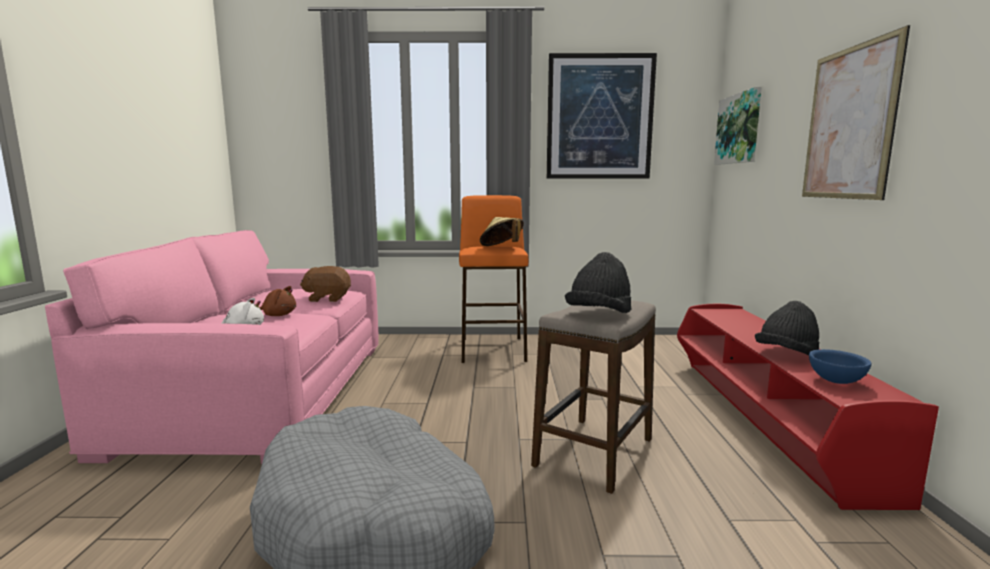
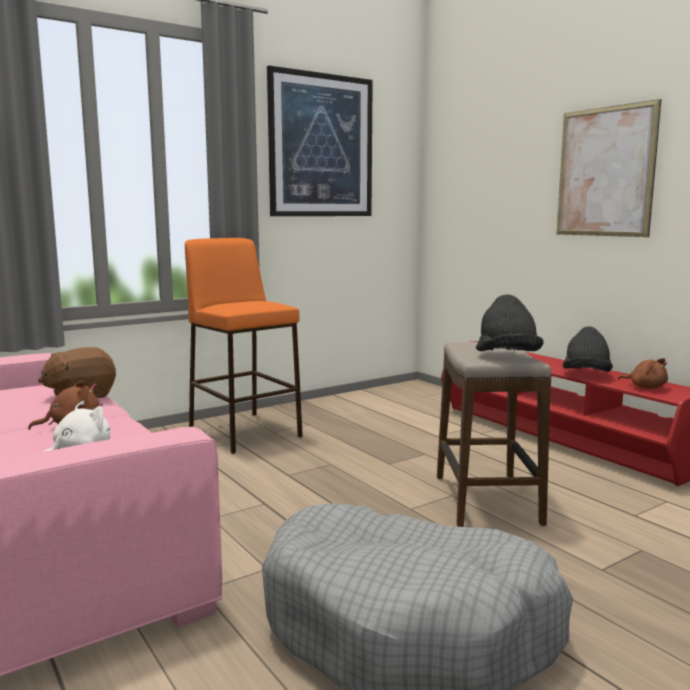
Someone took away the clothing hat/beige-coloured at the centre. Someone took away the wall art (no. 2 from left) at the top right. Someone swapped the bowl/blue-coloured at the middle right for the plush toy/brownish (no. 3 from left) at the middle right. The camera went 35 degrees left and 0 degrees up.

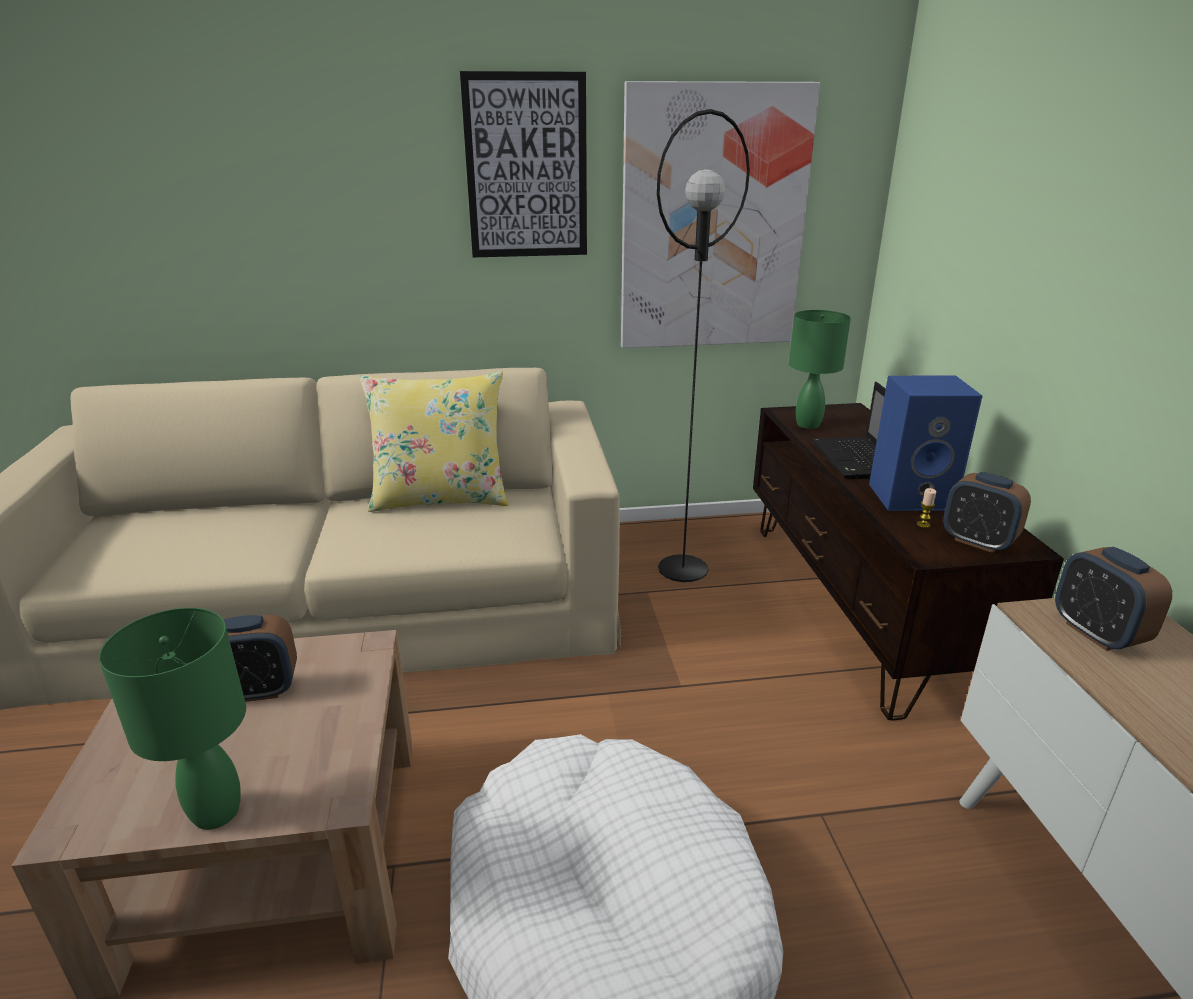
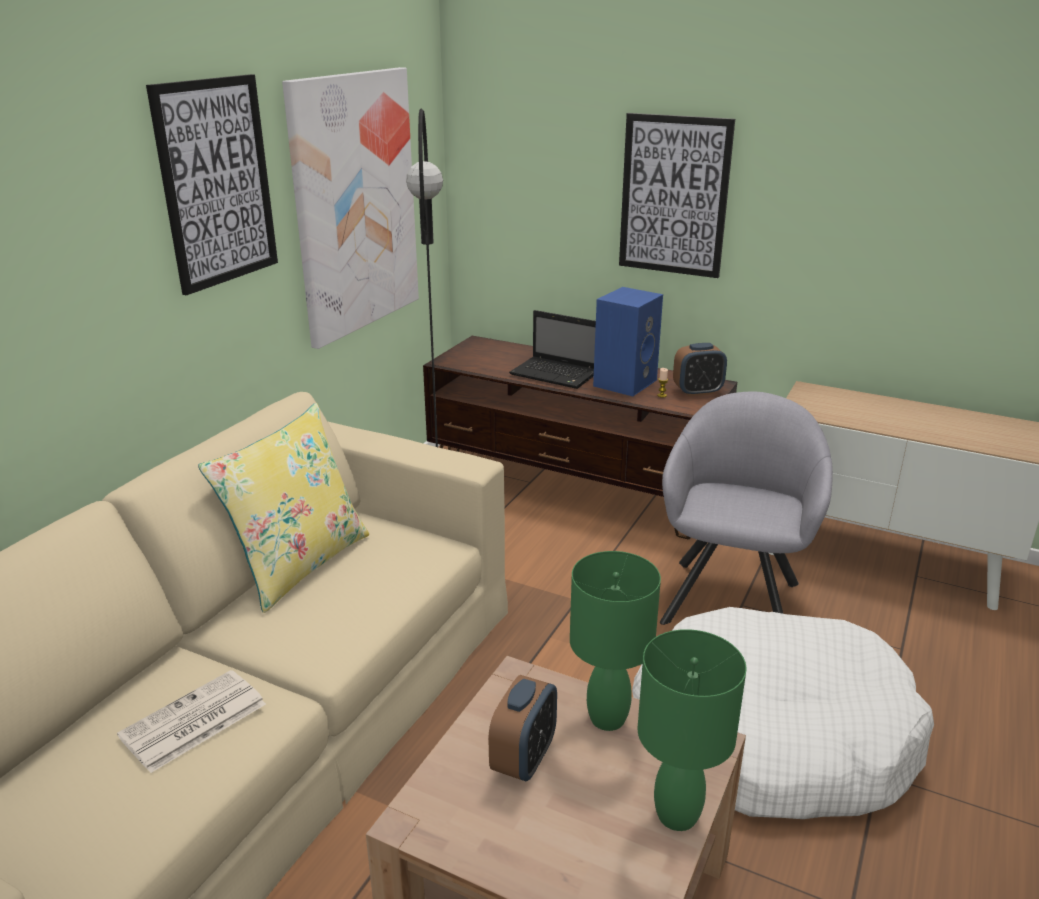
Someone carried the table lamp/green-coloured (no. 2 from left in the first image) from the middle right to the bottom centre. Someone took away the table clock (no. 3 from left) at the middle right. Someone put down the newspaper at the bottom left. Someone put up the wall art (no. 3 from left) at the top centre. Someone put down the armchair/greyish at the middle right. The camera went 55 degrees left and 0 degrees up.

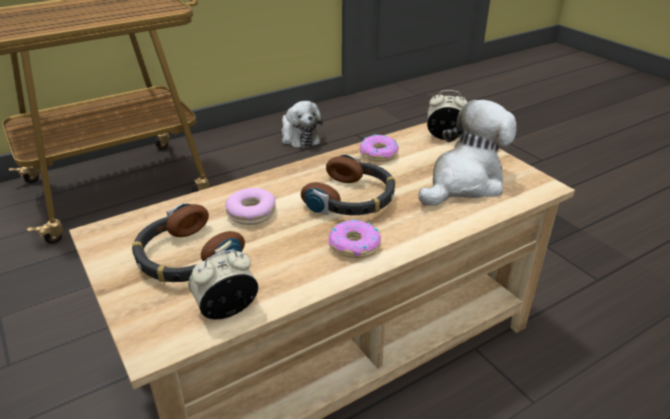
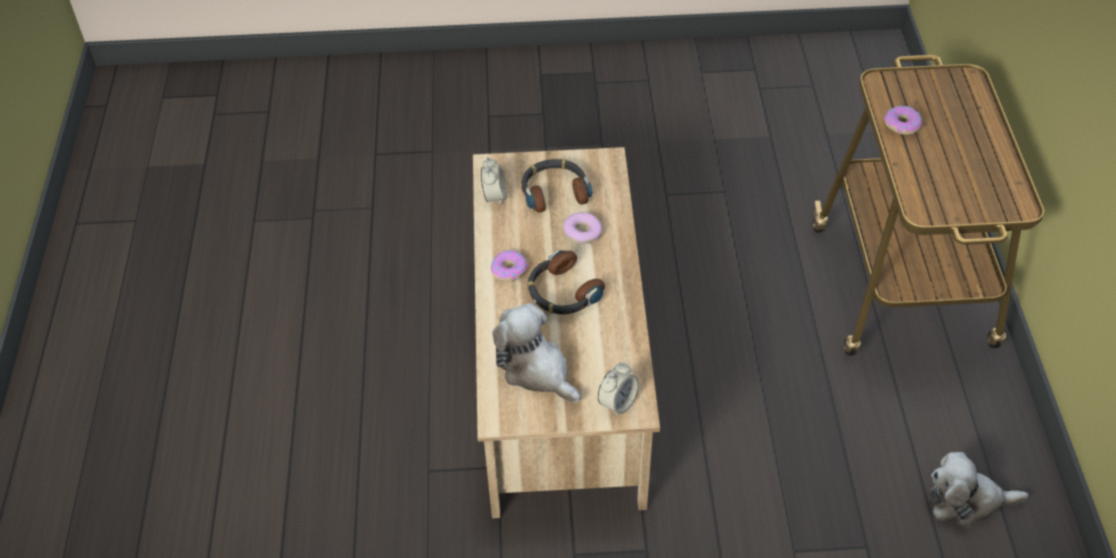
Someone carried the donut (no. 3 from left) from the centre to the top right. Someone rotated the plush toy (no. 2 from left in the first image) at the middle right by 150 degrees clockwise. The camera went 120 degrees right and 15 degrees up.

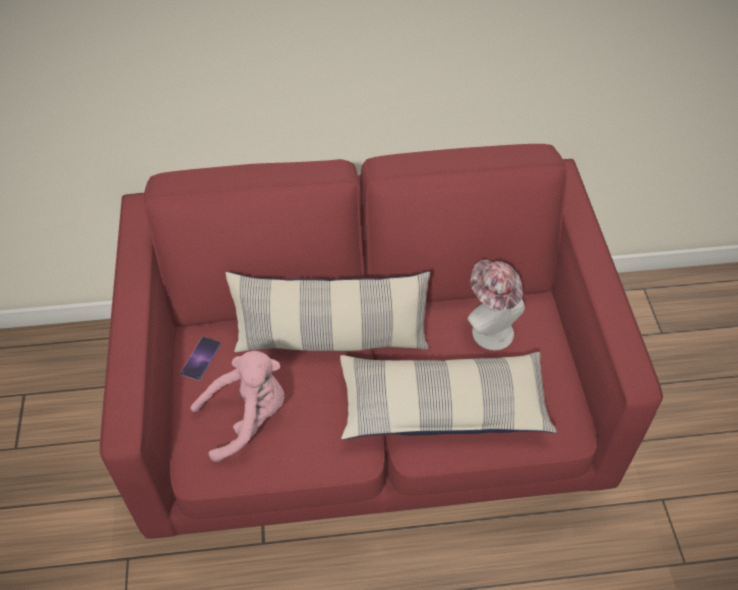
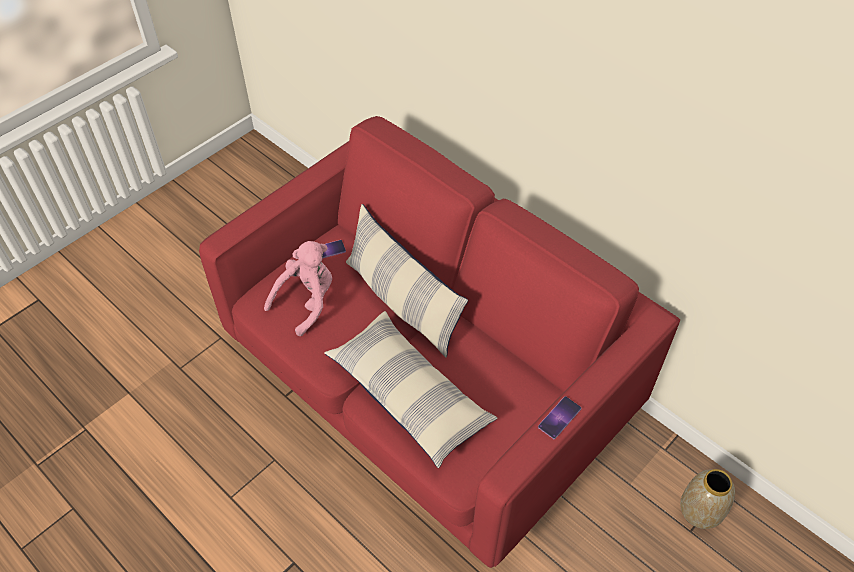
Someone rotated the plush toy/pink at the bottom left by 75 degrees counterclockwise. Someone took away the clothing hat at the middle right. Someone put down the handset (no. 2 from left) at the bottom centre. Someone put down the flower vase at the bottom right. The camera went 50 degrees right and 0 degrees up.

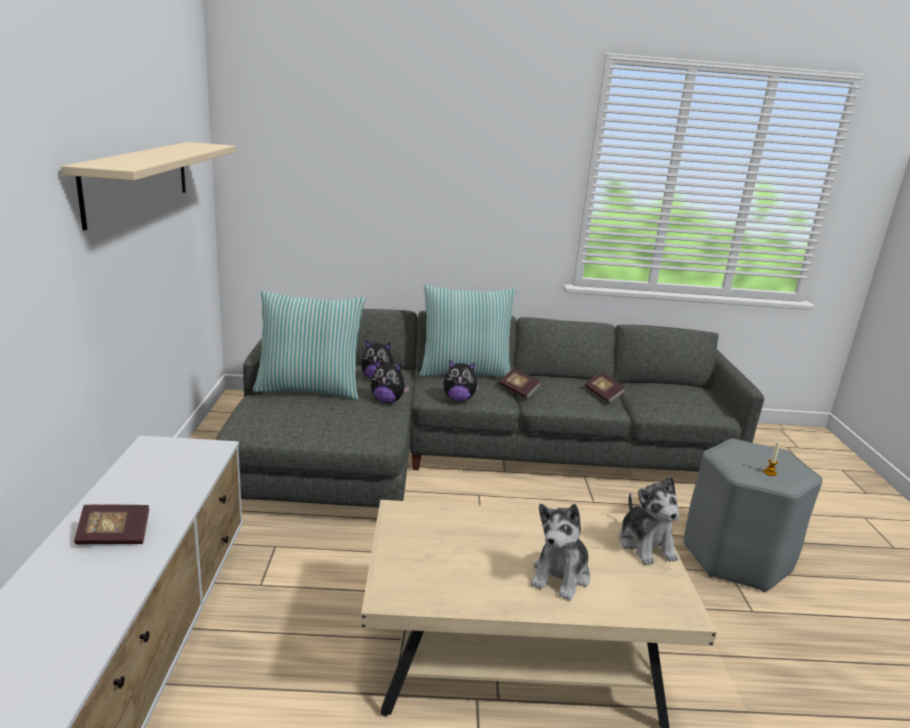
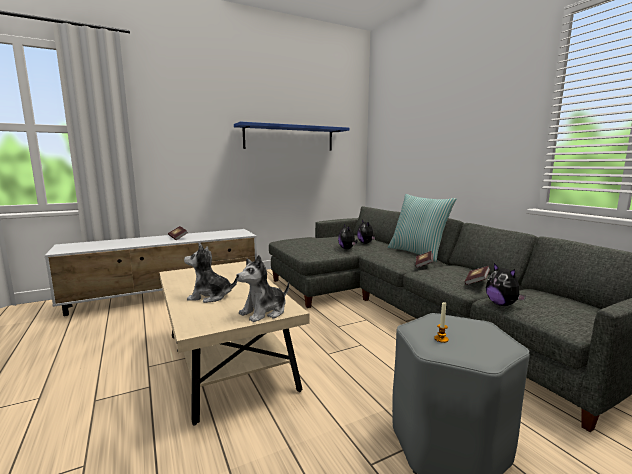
Someone repainted the shelf/beige-coloured at the top left, which became the shelf/blue-coloured at the top centre. Someone took away the cushion (no. 1 from left) at the centre. Someone carried the plush toy (no. 3 from left in the first image) from the centre to the middle right. The camera went 65 degrees right and 10 degrees down.

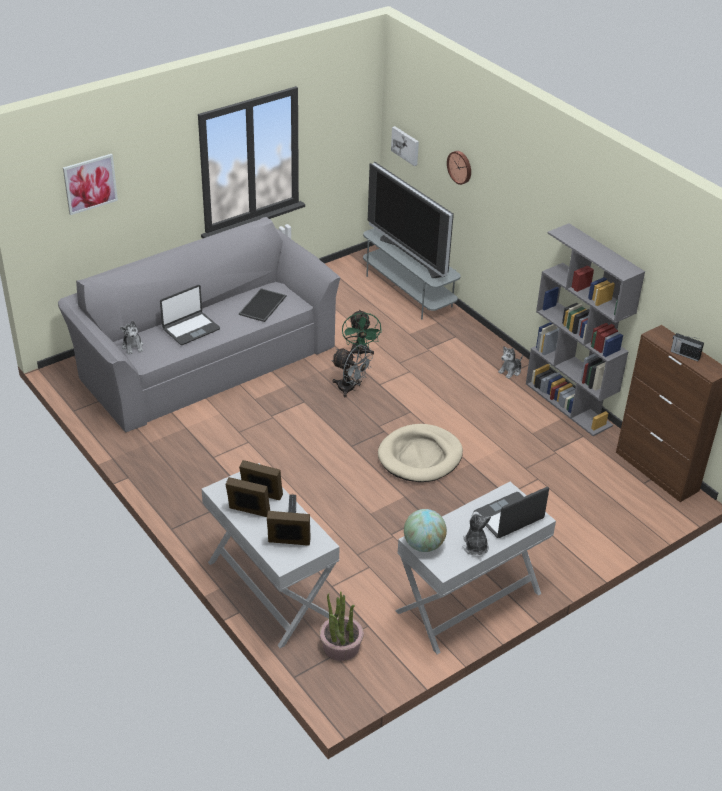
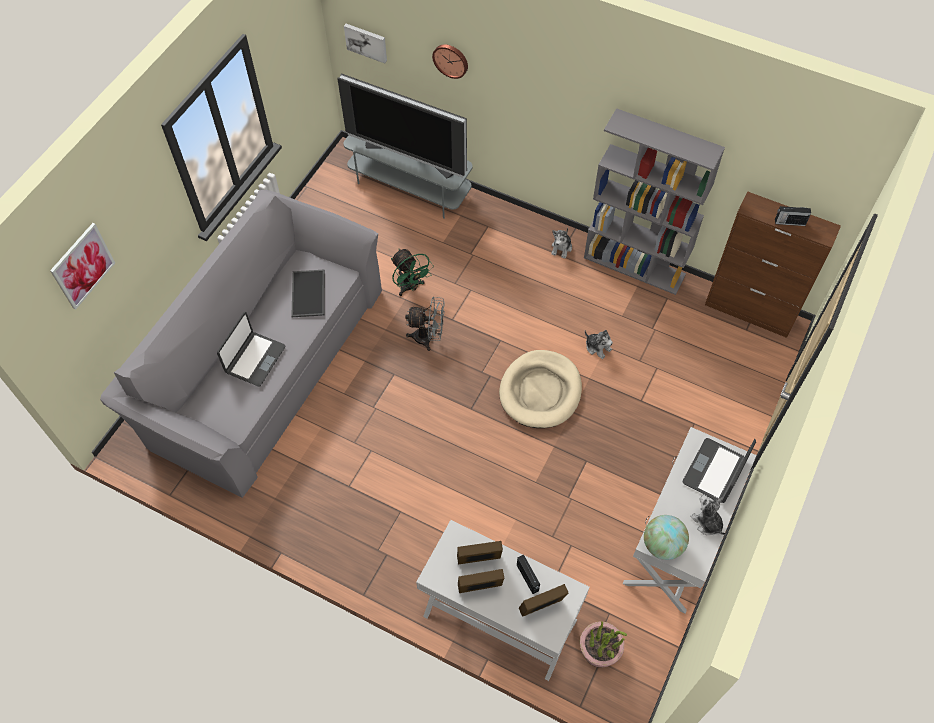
Someone carried the plush toy (no. 1 from left in the first image) from the middle left to the centre. The camera went 25 degrees left and 20 degrees up.

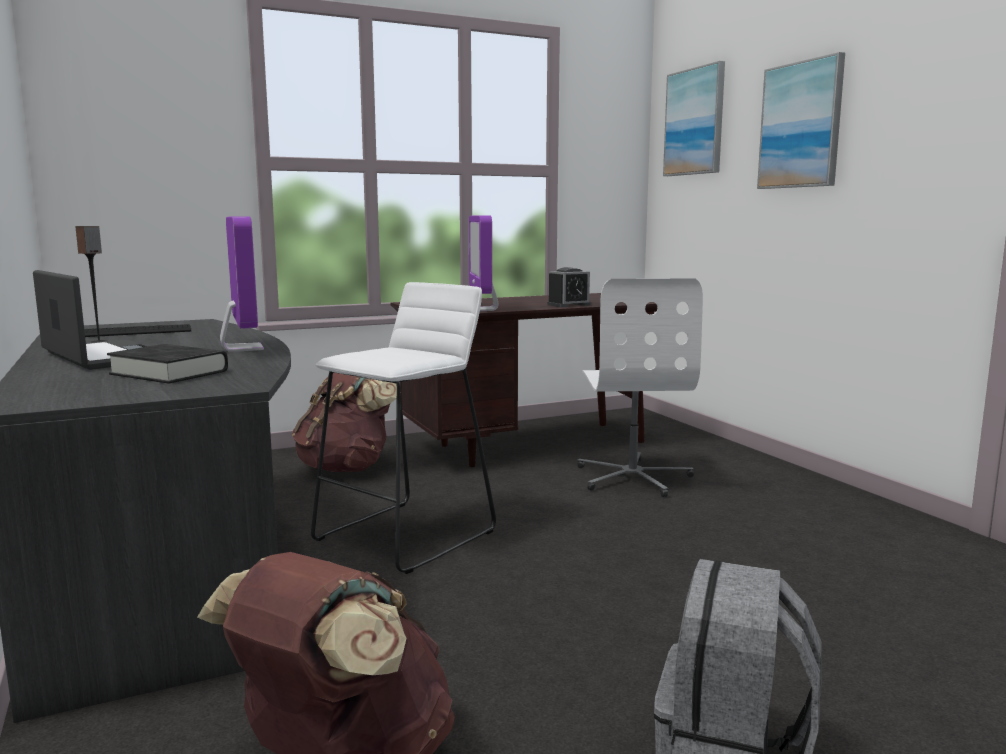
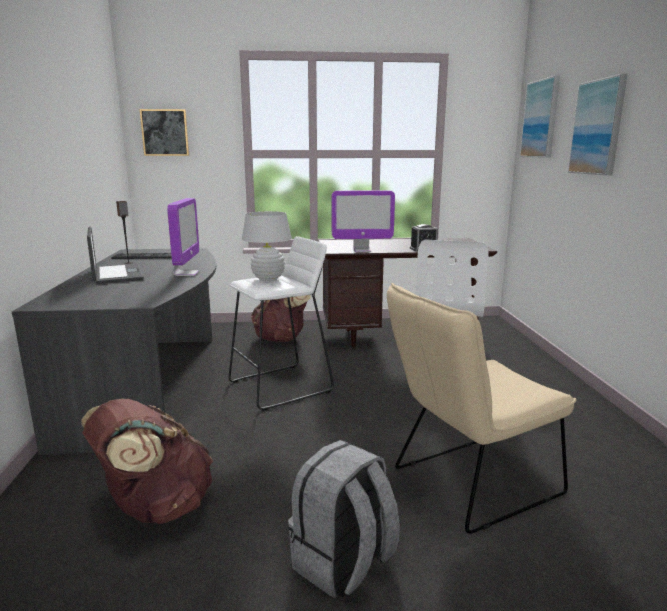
Someone took away the book/black at the middle left. Someone rotated the computer display (no. 2 from left) at the centre by 105 degrees counterclockwise. Someone put up the wall art (no. 1 from left) at the top left. Someone put down the table lamp/white at the centre. Someone put down the upright chair/beige-coloured at the bottom right. The camera went 20 degrees right and 5 degrees up.

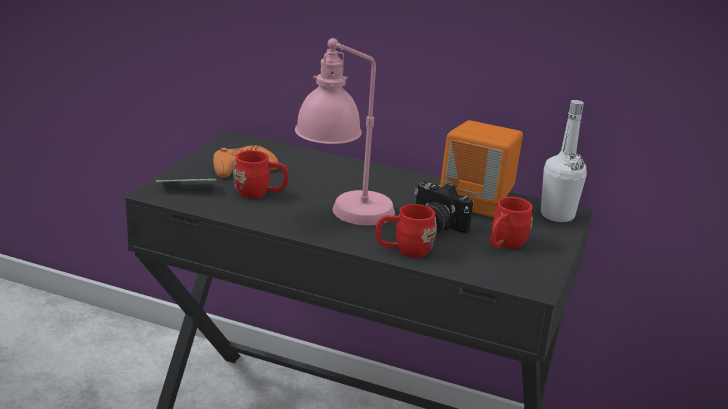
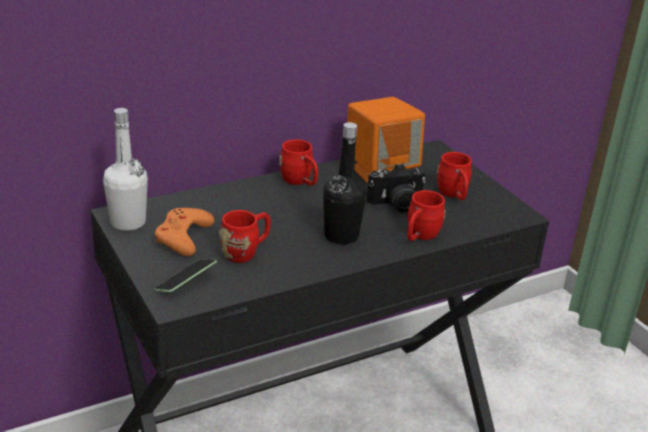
Someone swapped the table lamp/pink at the top centre for the beverage bottle/black at the centre. Someone carried the beverage bottle/white from the middle right to the middle left. Someone put down the tea mug/red (no. 2 from left) at the centre. The camera went 50 degrees left and 5 degrees up.

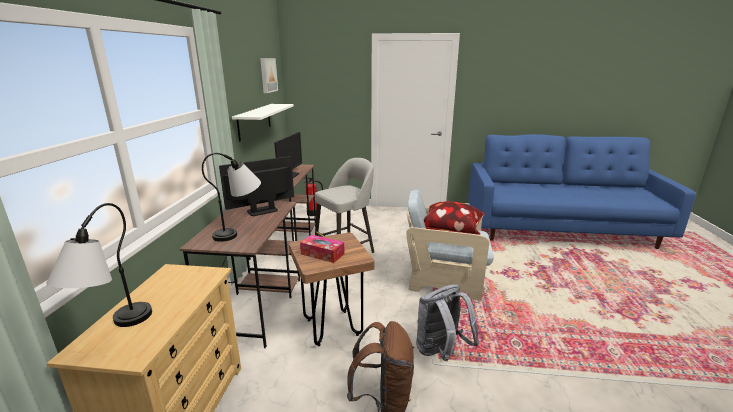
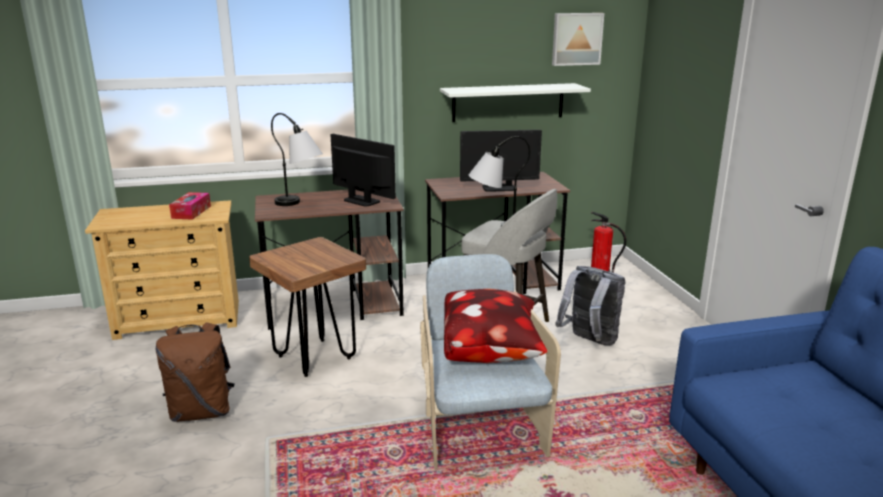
Someone carried the table lamp (no. 1 from left in the first image) from the middle left to the centre. Someone carried the tissue box from the centre to the middle left. Someone carried the backpack/greyish from the bottom centre to the middle right. The camera went 70 degrees right and 0 degrees up.

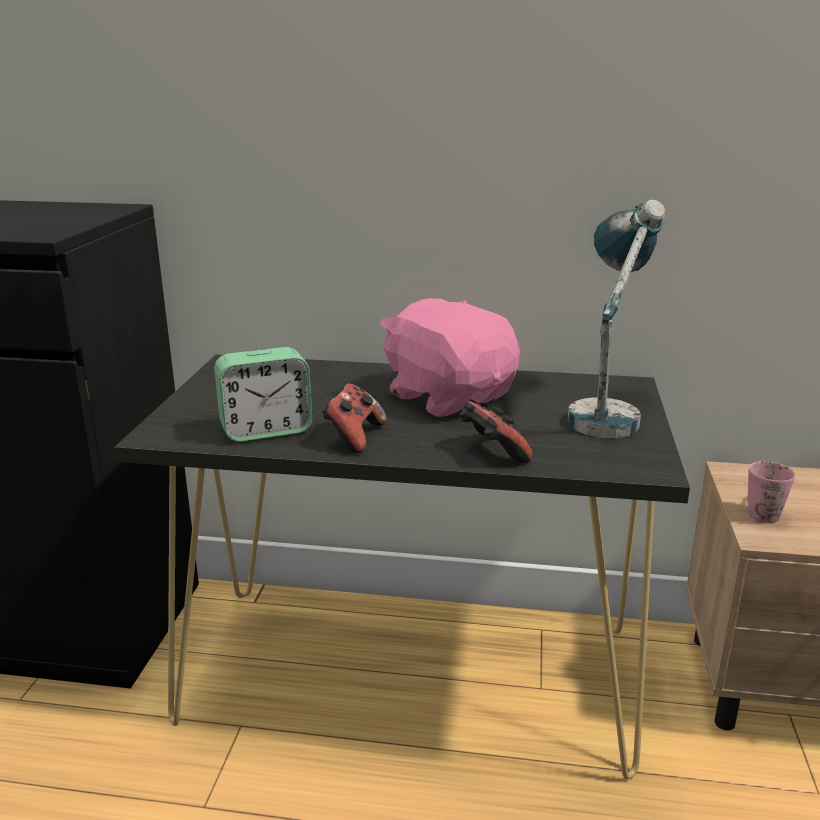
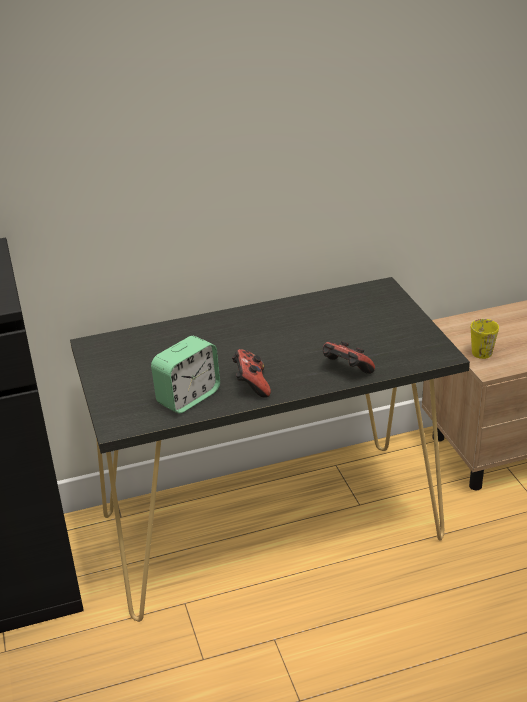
Someone took away the plush toy/pink at the centre. Someone took away the table lamp at the middle right. Someone repainted the tea mug/pink at the middle right, which became the tea mug/yellow-coloured at the middle right. The camera went 25 degrees left and 10 degrees up.

